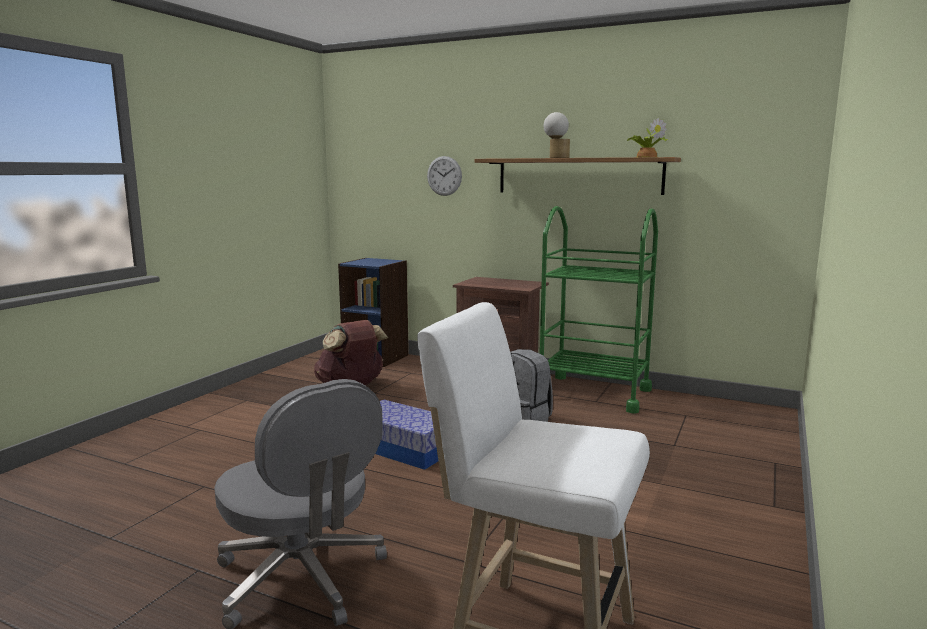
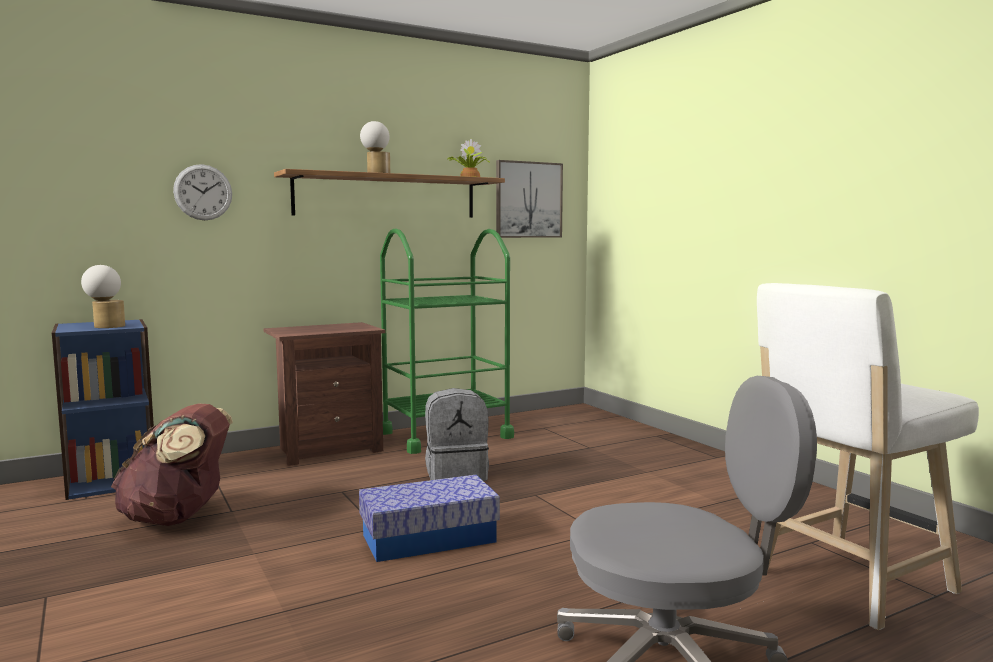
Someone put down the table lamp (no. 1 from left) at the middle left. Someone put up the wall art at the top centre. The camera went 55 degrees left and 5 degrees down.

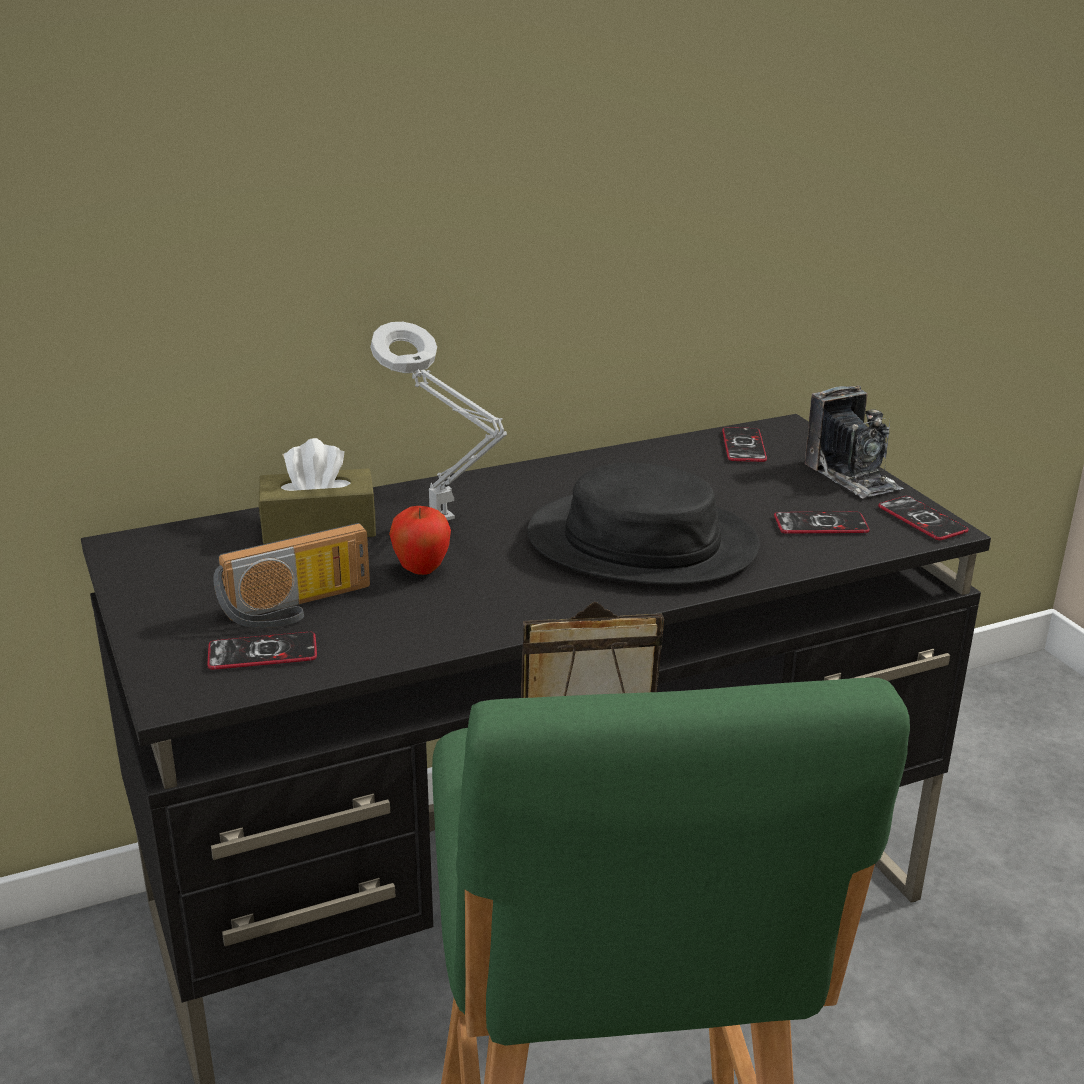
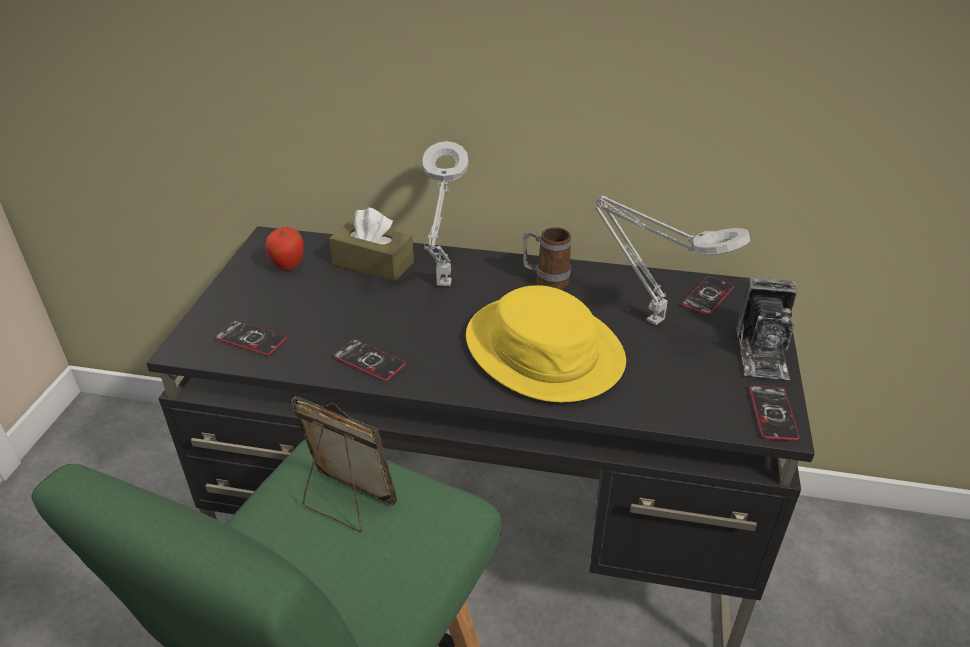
Someone took away the radio receiver at the middle left. Someone carried the whole apple from the centre to the middle left. Someone repainted the clothing hat/black at the centre, which became the clothing hat/yellow-coloured at the centre. Someone carried the handset (no. 3 from left in the first image) from the middle right to the centre. Someone put down the tea mug at the centre. Someone put down the table lamp/greyish (no. 2 from left) at the middle right. The camera went 35 degrees right and 10 degrees up.

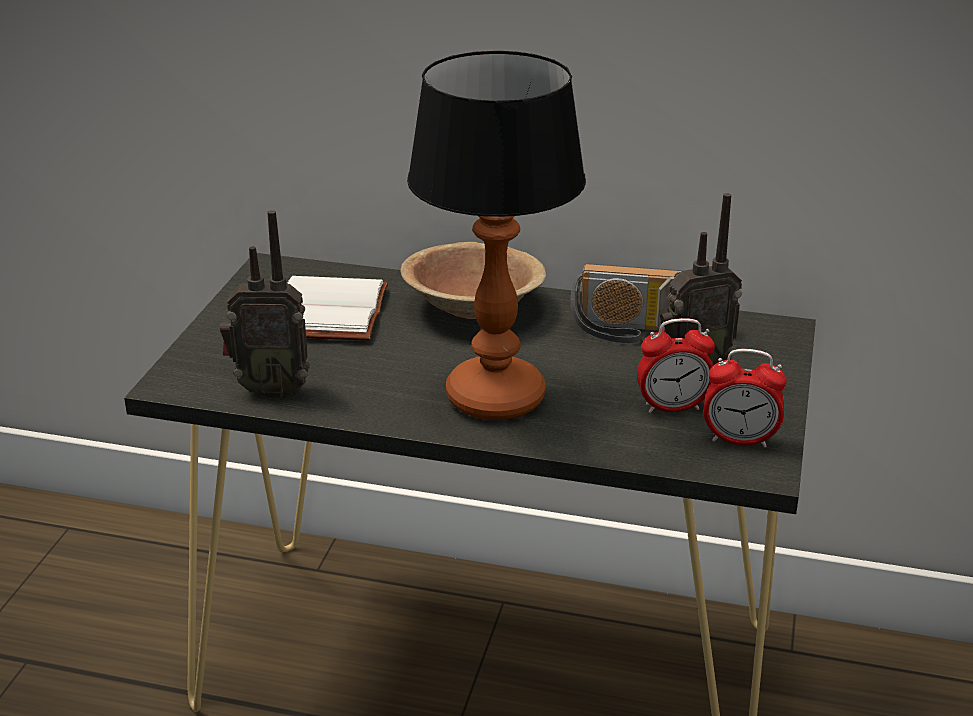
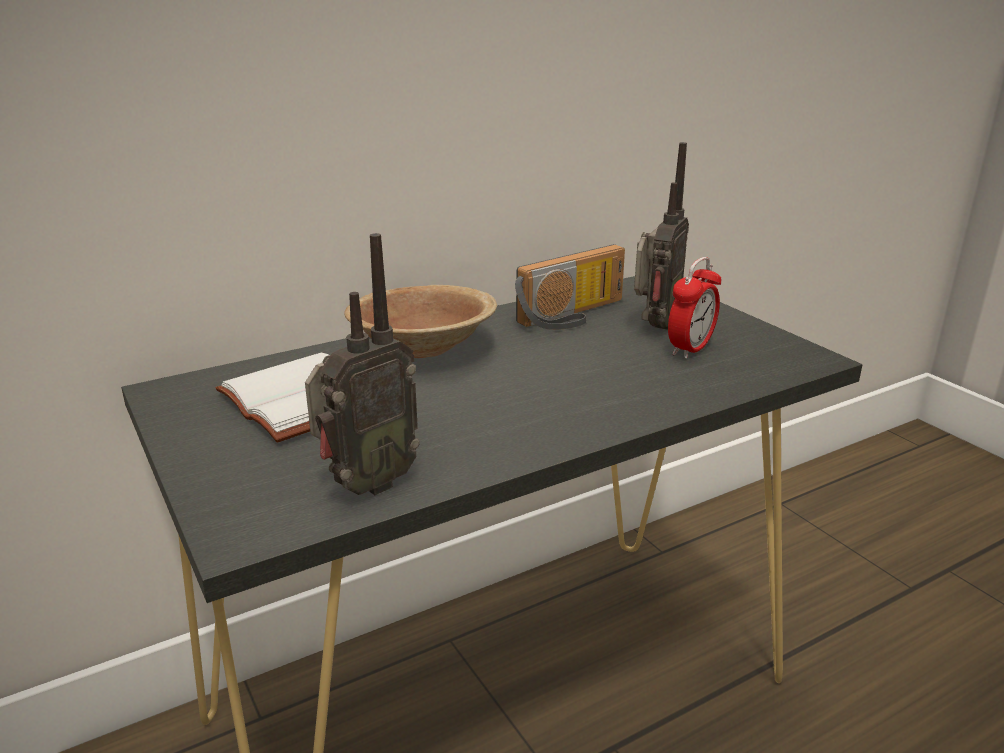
Someone took away the table lamp at the top centre. Someone took away the table clock (no. 2 from left) at the middle right. The camera went 45 degrees left and 5 degrees down.

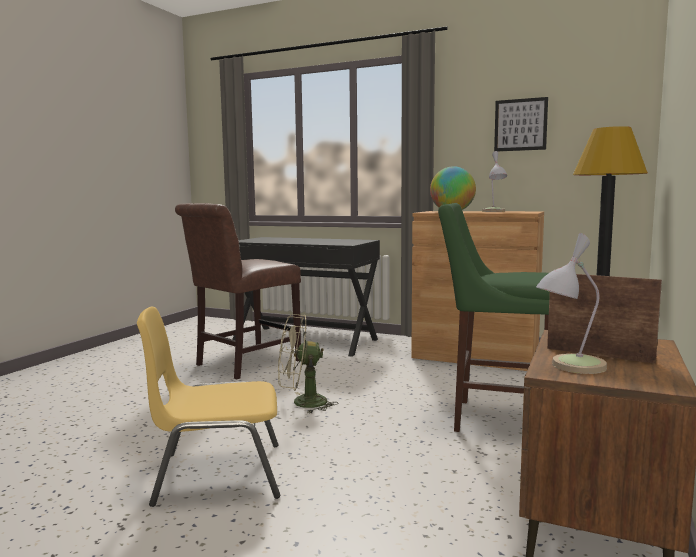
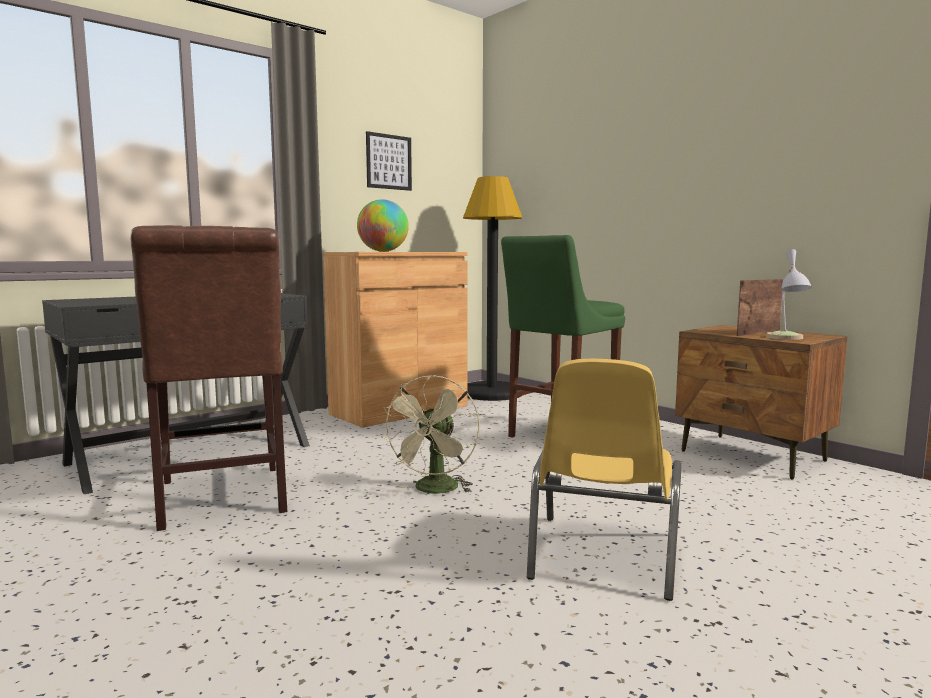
Someone took away the table lamp (no. 1 from left) at the top right. The camera went 65 degrees left and 0 degrees up.

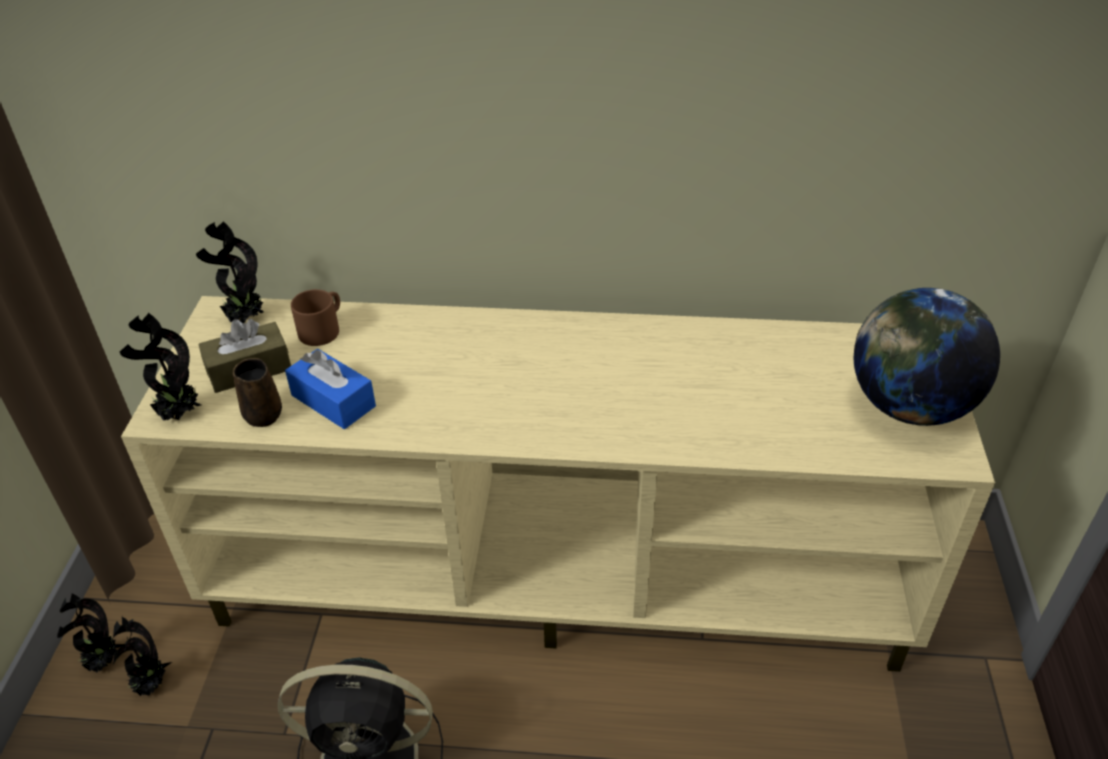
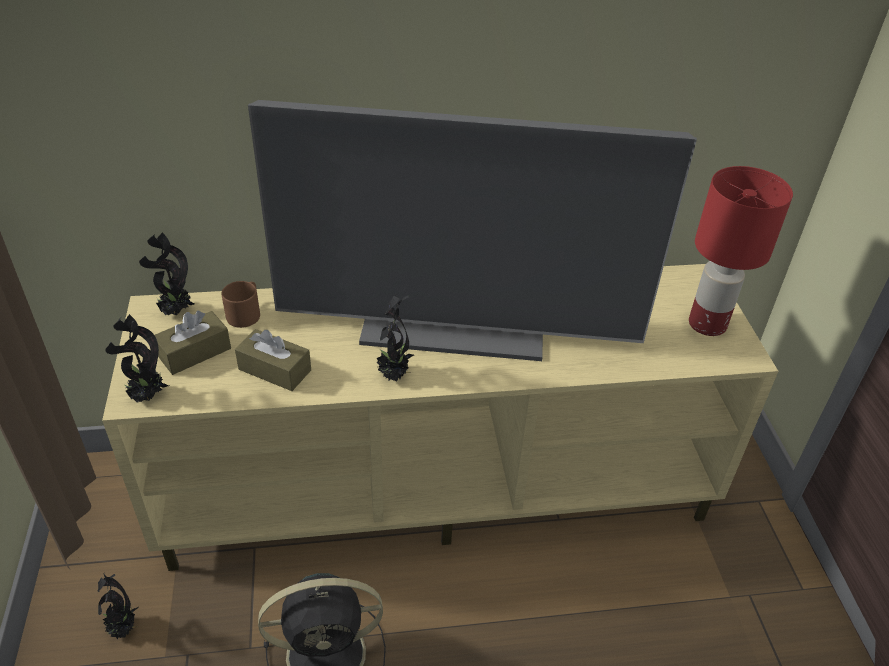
Someone carried the houseplant (no. 1 from left in the first image) from the bottom left to the centre. Someone took away the tea mug/brownish (no. 1 from left) at the middle left. Someone repainted the tissue box/blue-coloured at the middle left, which became the tissue box/brownish (no. 2 from left) at the middle left. Someone swapped the world globe at the middle right for the table lamp/red at the middle right. Someone put down the TV set at the centre. The camera went 15 degrees left and 0 degrees up.

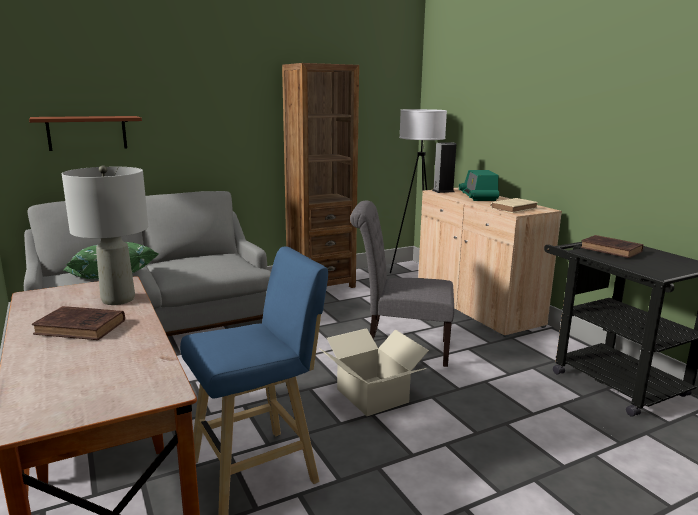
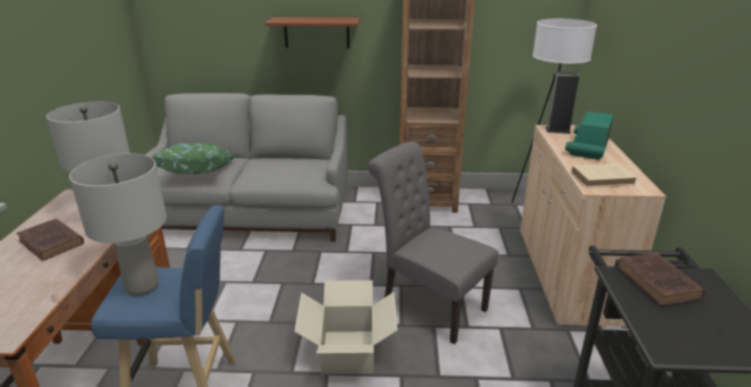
Someone carried the shelf/brownish from the top left to the top centre. Someone put down the table lamp/greyish (no. 2 from left) at the middle left. The camera went 30 degrees right and 10 degrees up.

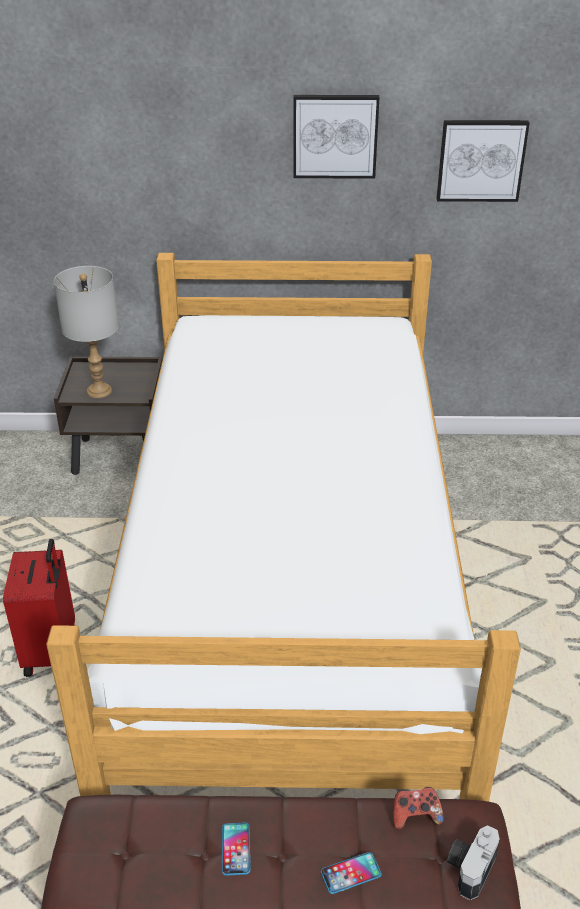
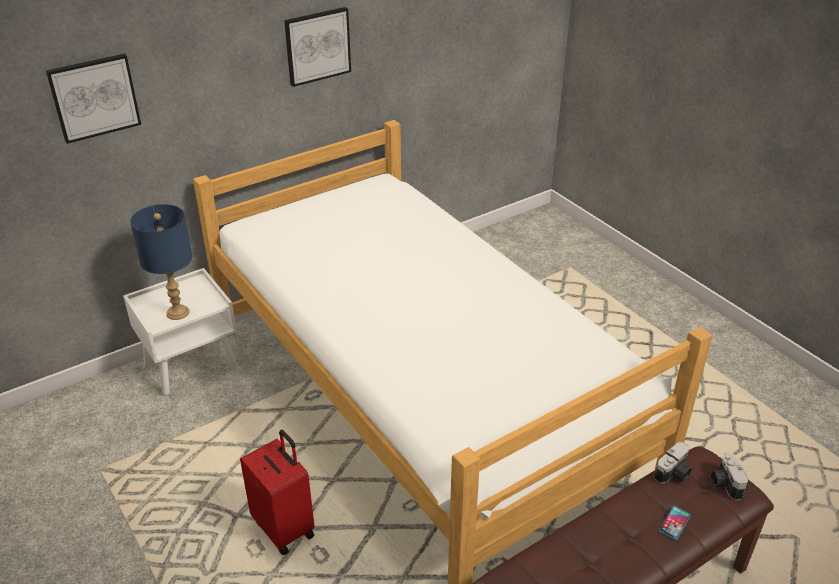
Someone repainted the table lamp/greyish at the middle left, which became the table lamp/blue-coloured at the middle left. Someone repainted the bedside table/brownish at the middle left, which became the bedside table/white at the middle left. Someone took away the handset (no. 1 from left) at the bottom centre. Someone swapped the gamepad at the bottom right for the still camera (no. 1 from left) at the bottom right. Someone carried the wall art (no. 2 from left in the first image) from the top right to the top left. The camera went 35 degrees left and 0 degrees up.

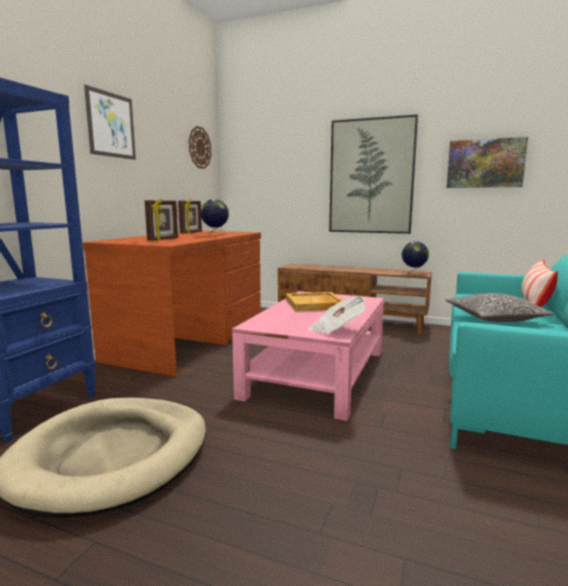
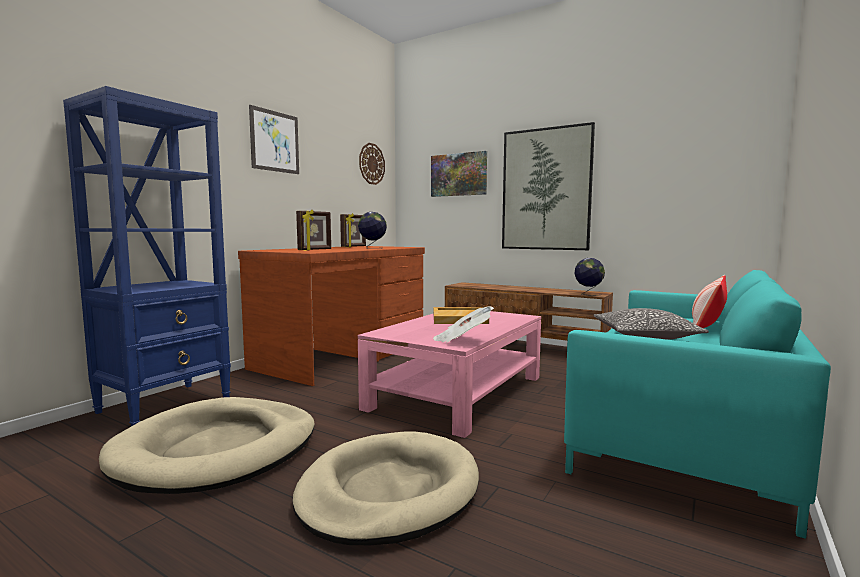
Someone carried the wall art (no. 3 from left in the first image) from the top right to the top centre. Someone put down the dog bed/beige-coloured (no. 2 from left) at the bottom centre. The camera went 10 degrees right and 5 degrees down.

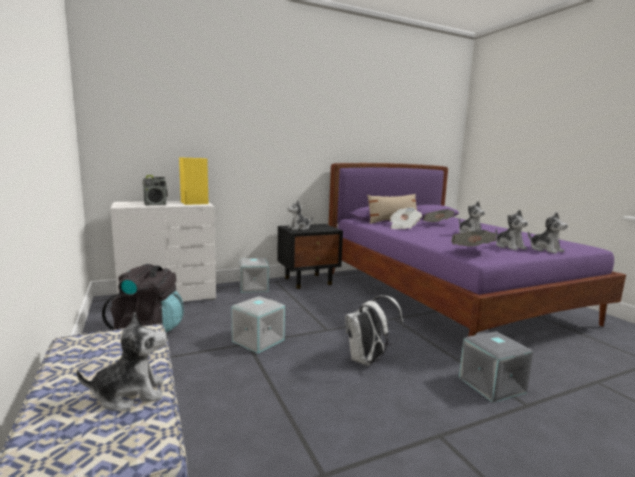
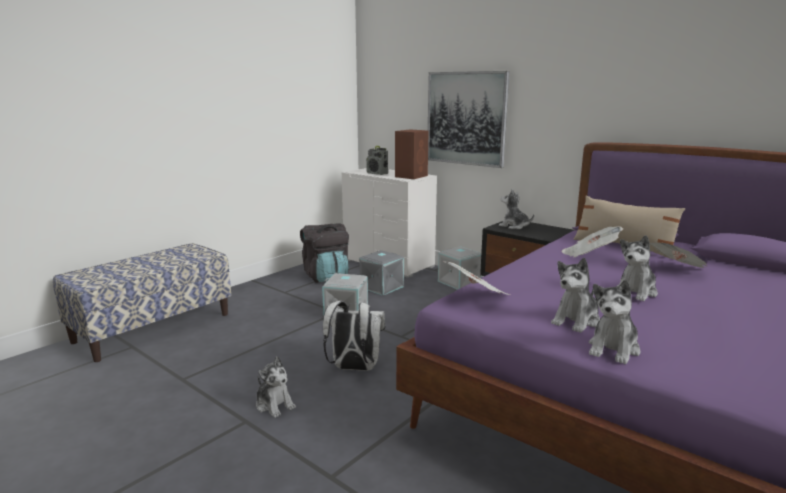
Someone carried the plush toy (no. 1 from left) from the bottom left to the bottom centre. Someone repainted the loudspeaker/yellow-coloured at the middle left, which became the loudspeaker/brownish at the top centre. Someone carried the storage bin/greyish (no. 3 from left in the first image) from the bottom right to the centre. Someone put up the wall art at the top centre. The camera went 65 degrees right and 5 degrees up.

